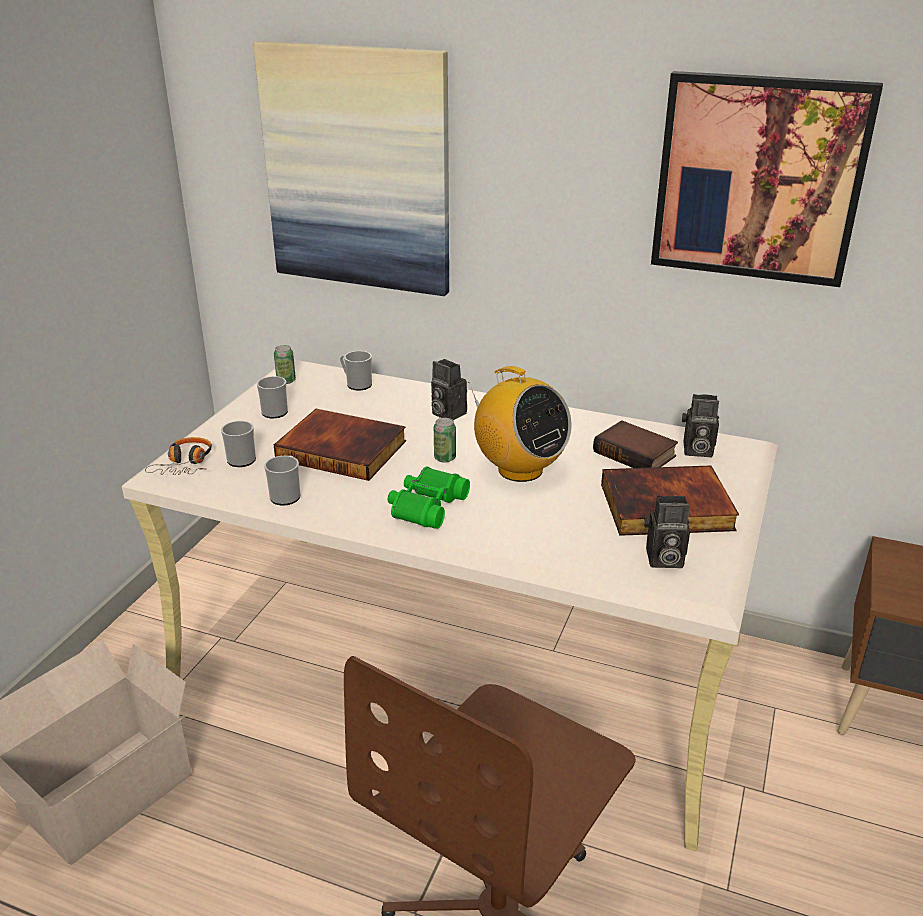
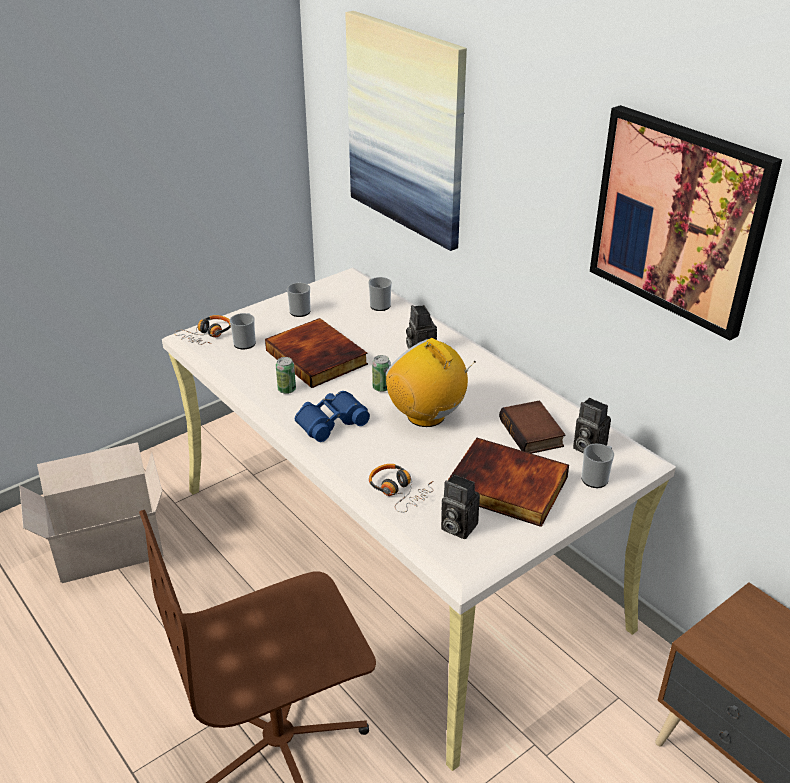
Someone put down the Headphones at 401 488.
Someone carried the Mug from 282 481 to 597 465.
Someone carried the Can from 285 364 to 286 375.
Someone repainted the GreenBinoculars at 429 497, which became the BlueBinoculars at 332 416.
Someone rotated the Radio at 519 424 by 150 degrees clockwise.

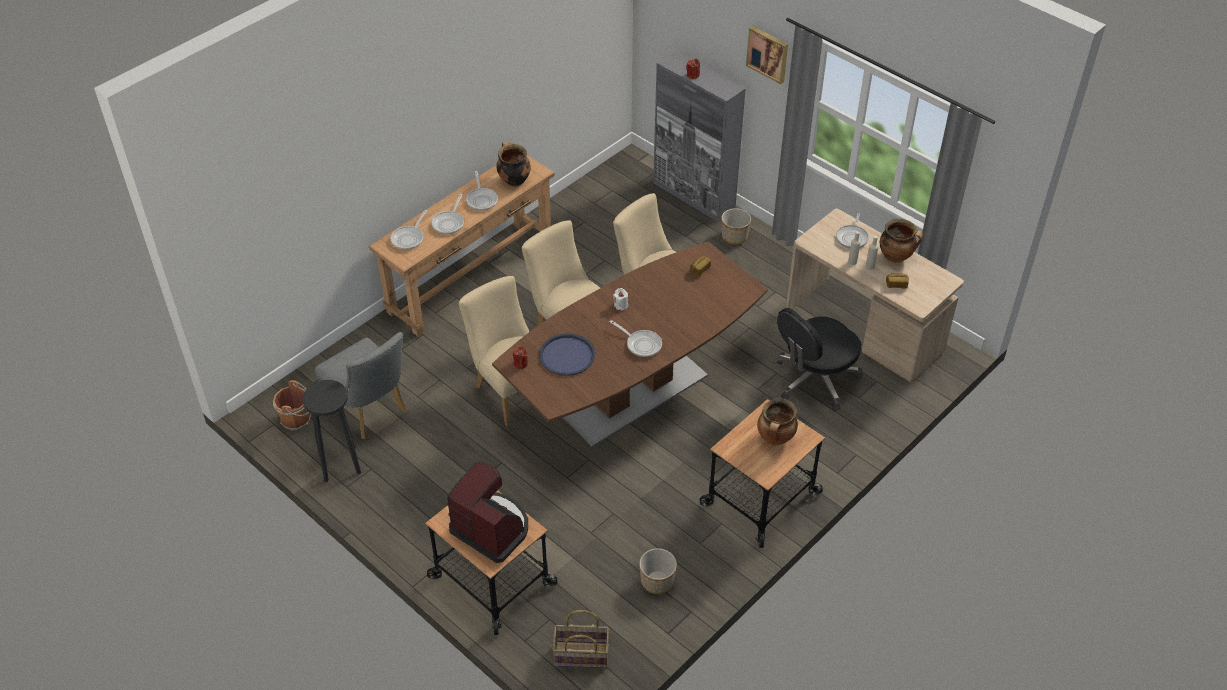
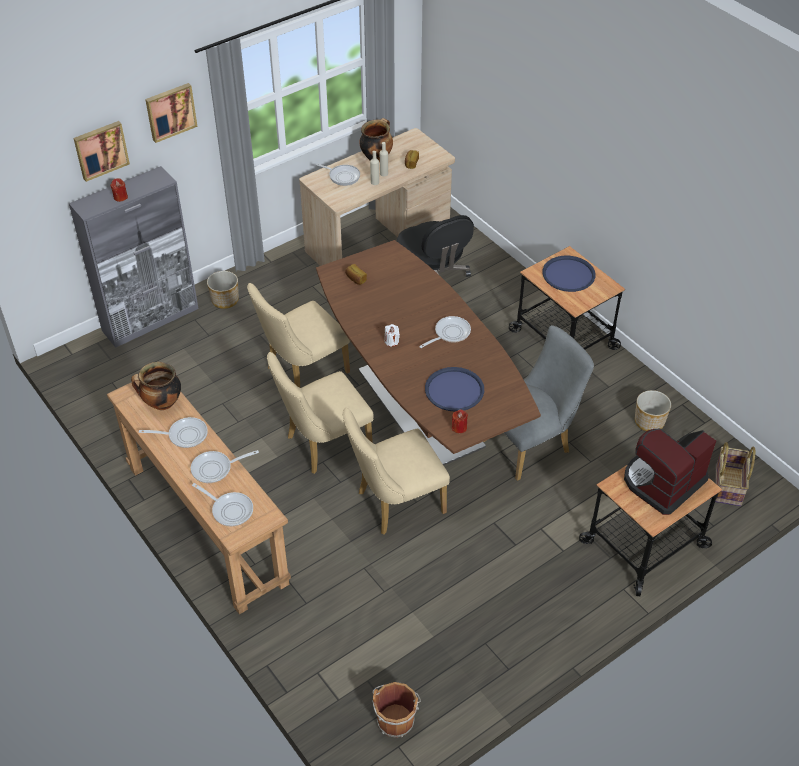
Someone took away the BlackStool at 331 431.
Someone put up the Picture at 102 151.
Someone carried the GreyChair from 361 385 to 538 403.
Someone swapped the CookingPot at 777 421 for the BlueTray at 569 274.
Someone rotated the FryingPan at 448 214 by 135 degrees clockwise.

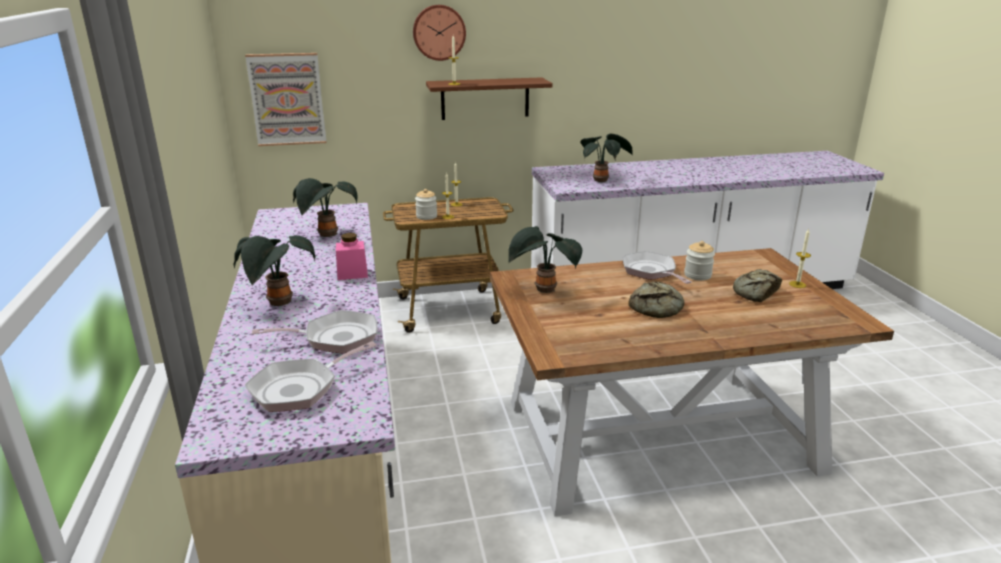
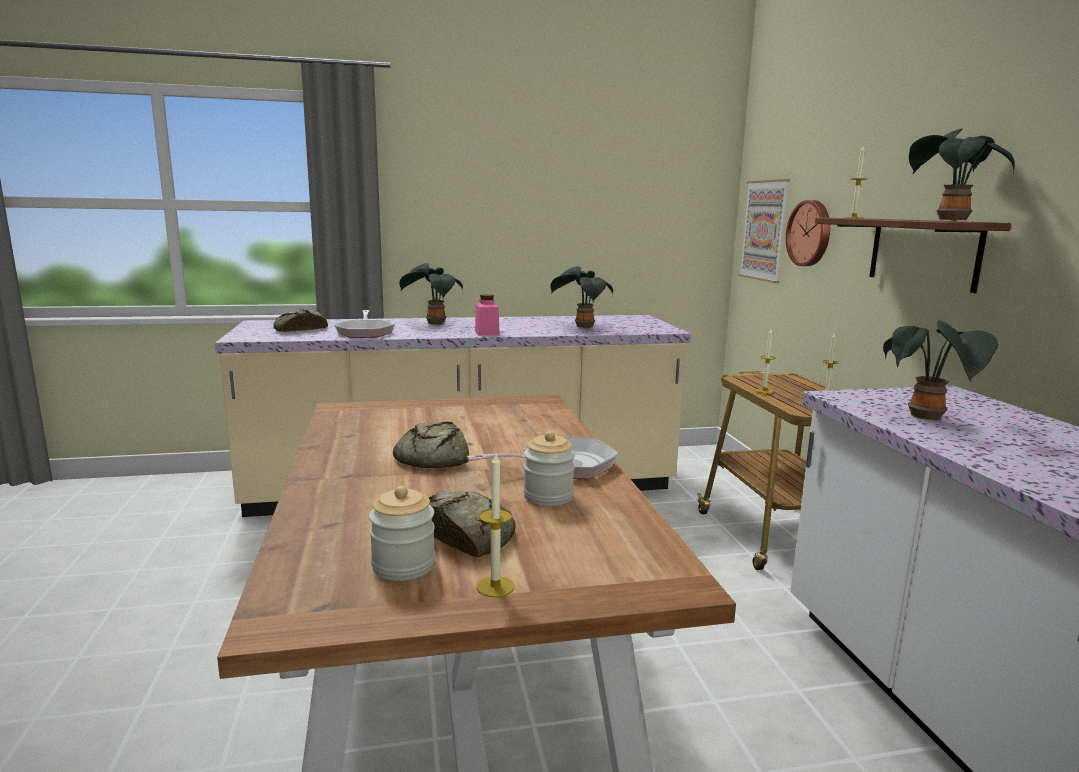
Someone carried the WallClock from 439 33 to 808 233.
Someone carried the Jar from 426 204 to 402 533.
Someone carried the PottedPlant from 545 259 to 962 174.
Someone swapped the FryingPan at 310 376 for the Bread at 300 320.

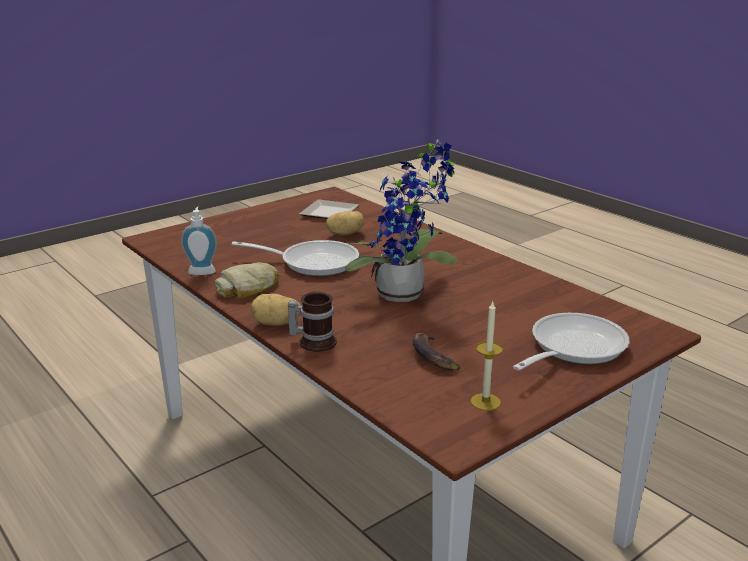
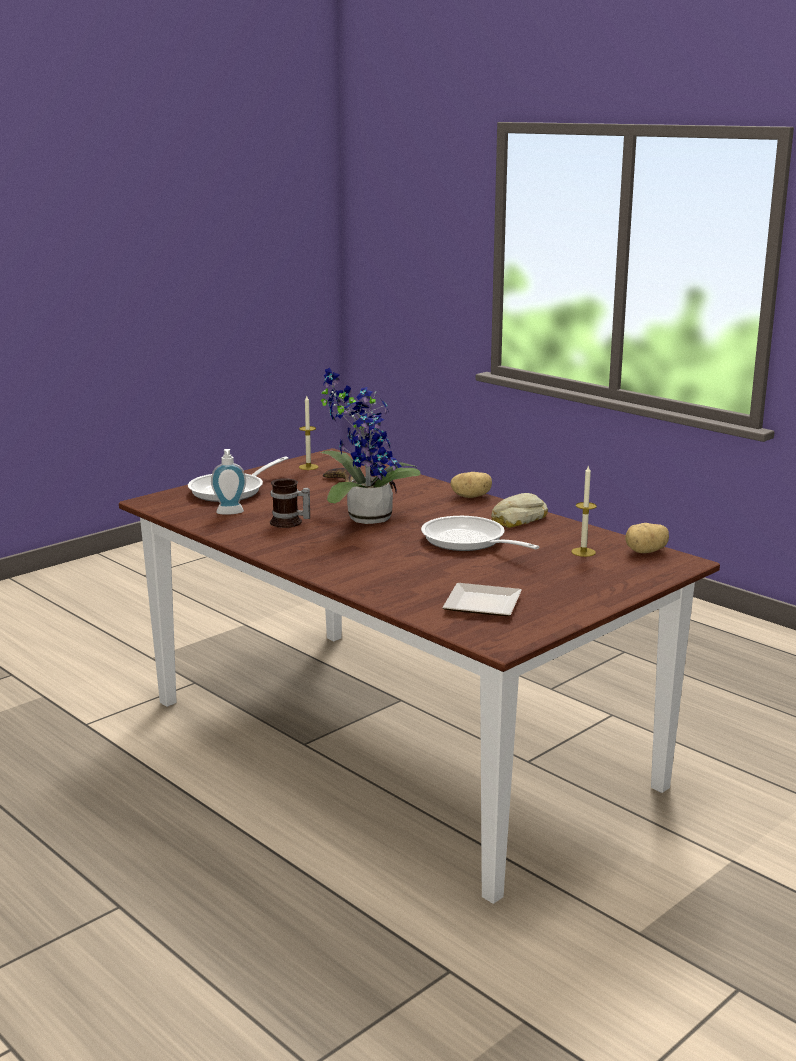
Someone put down the Candle at 584 511.
Someone carried the SoapDispenser from 199 241 to 228 482.
Someone carried the Mug from 312 322 to 290 503.
Someone carried the Potato from 345 223 to 647 538.
Someone rotated the FryingPan at 295 258 by 45 degrees clockwise.

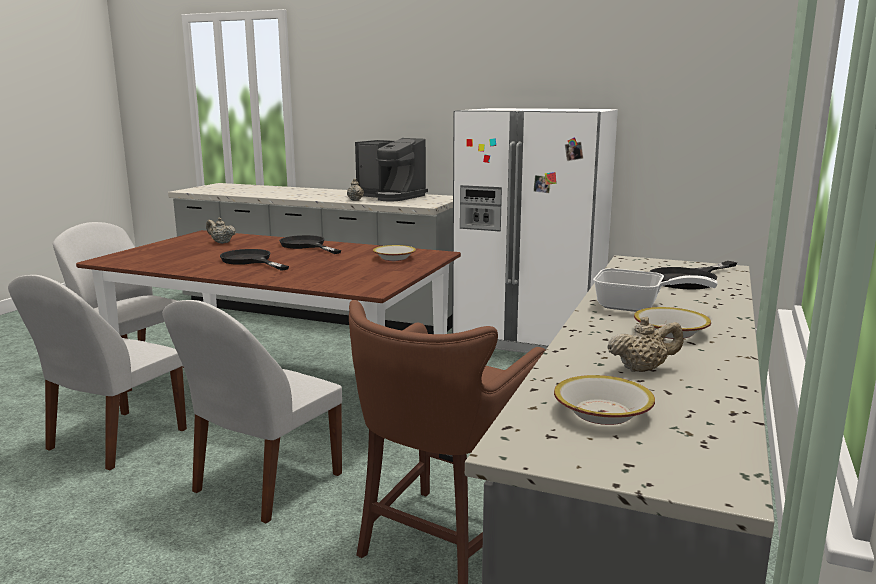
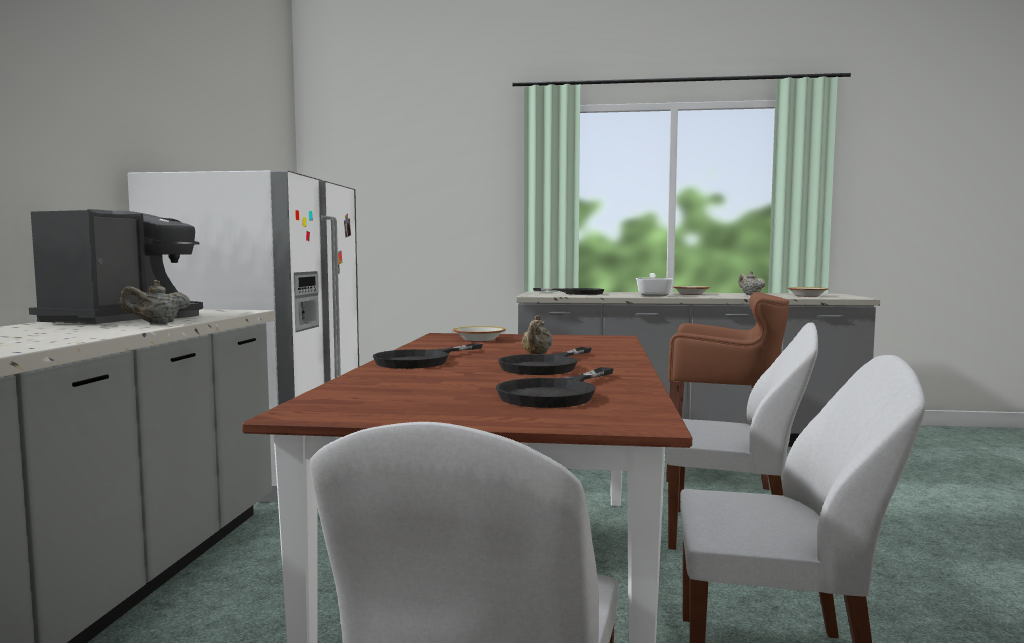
Someone put down the BlackFryingPan at 555 387.
Someone carried the BeigeTeapot from 221 231 to 537 334.

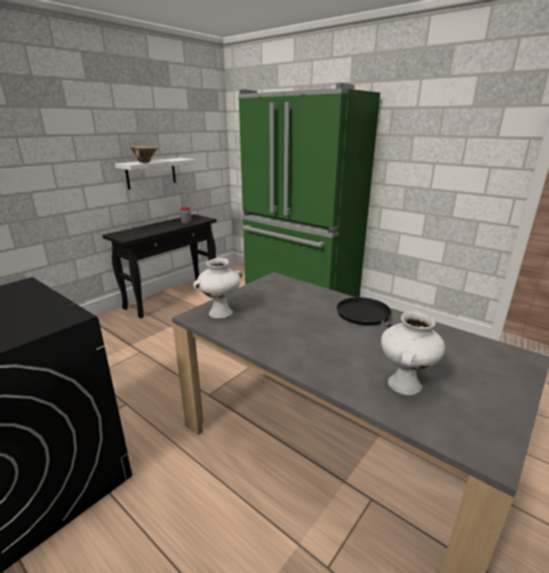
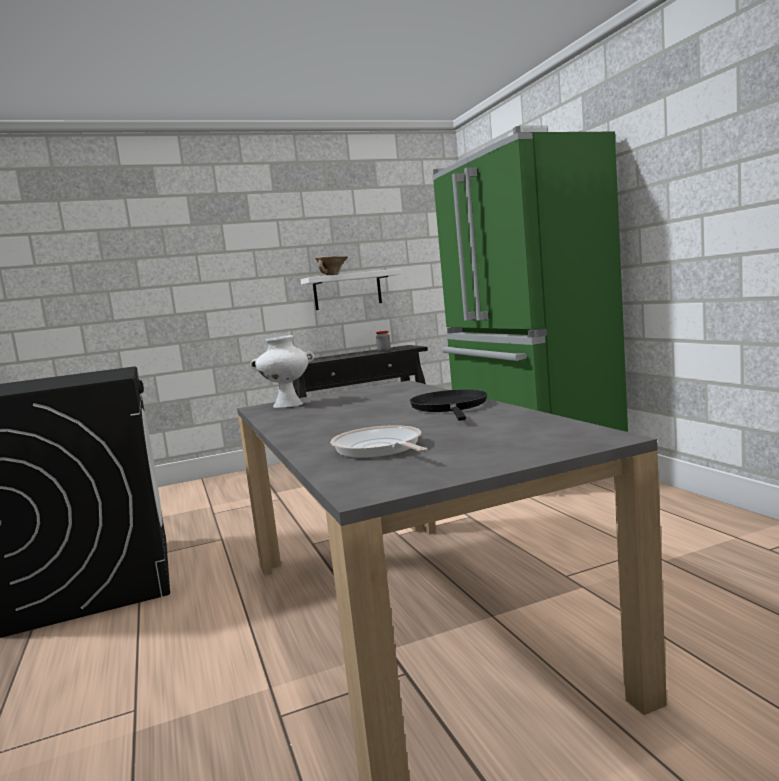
Someone swapped the WhiteVase at 413 353 for the FryingPan at 378 441.

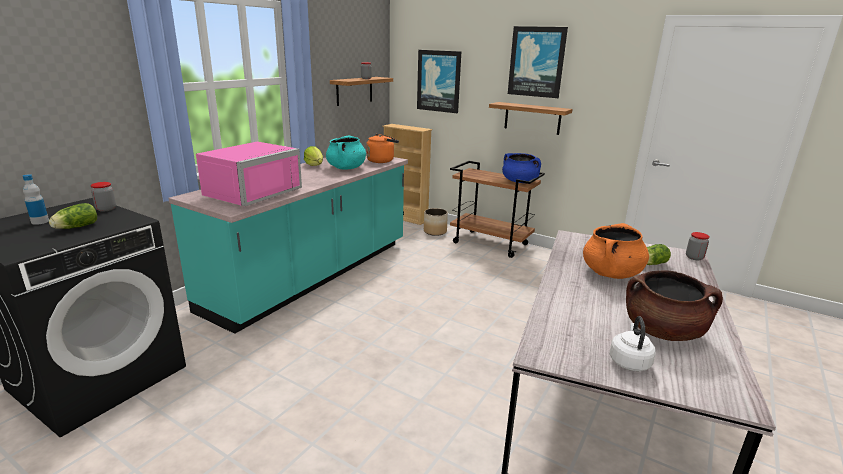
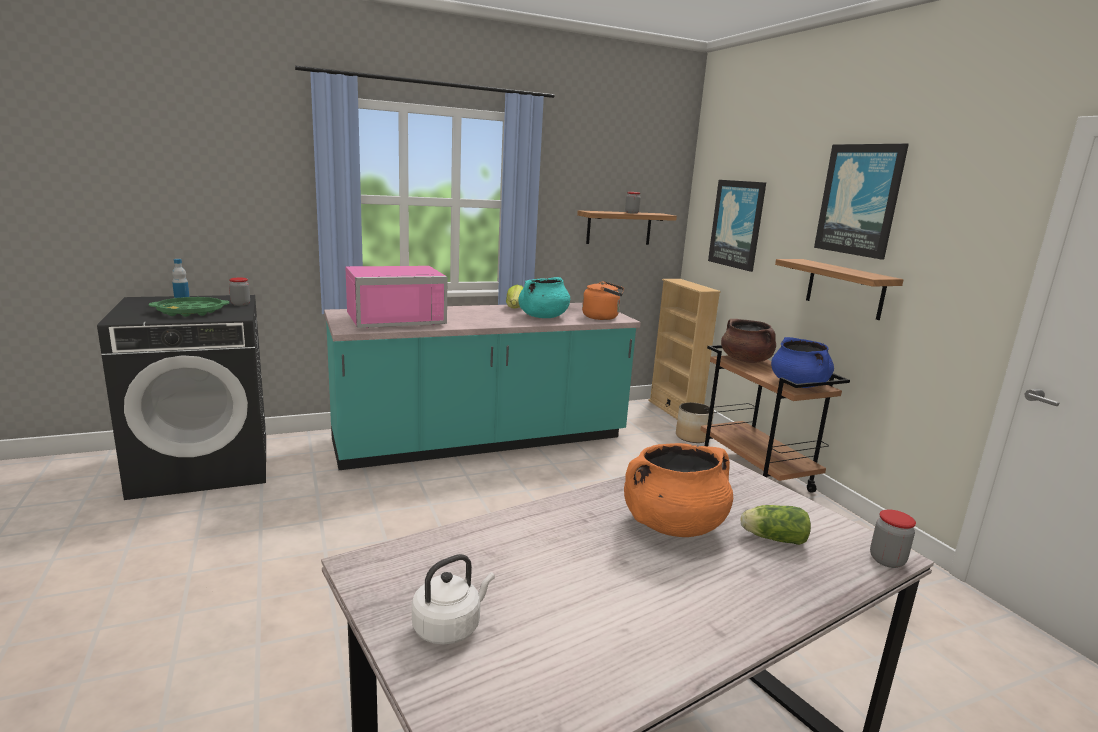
Someone carried the BrownCookingPot from 674 305 to 748 341.
Someone swapped the Lettuce at 73 216 for the GreenTray at 189 307.

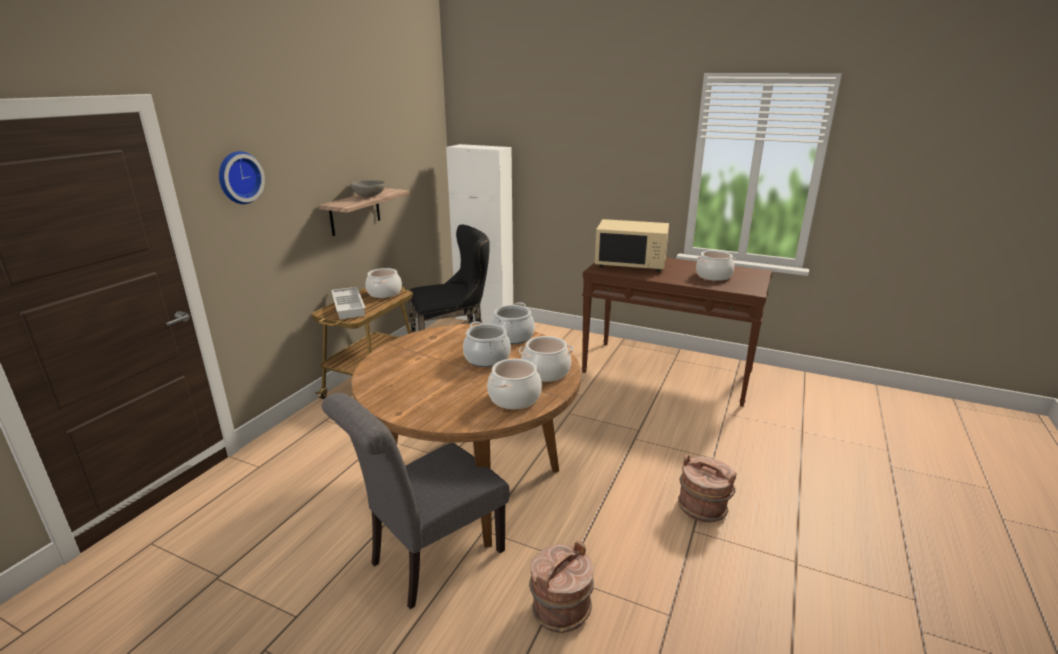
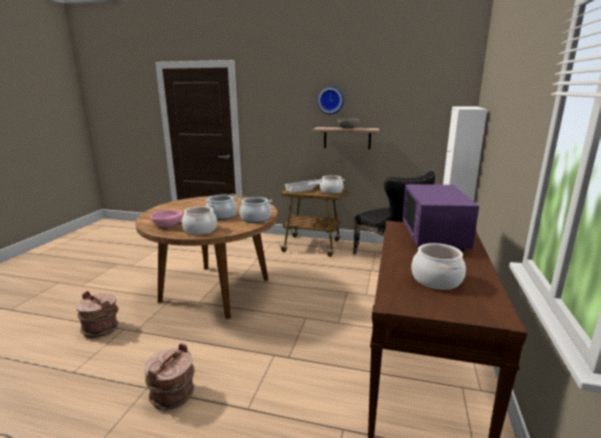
Someone took away the GreyChair at 416 501.
Someone carried the WallClock from 242 177 to 330 100.
Someone swapped the CookingPot at 514 384 for the PinkBowl at 166 218.
Someone repainted the BeigeMicrowave at 632 245, which became the PurpleMicrowave at 441 218.

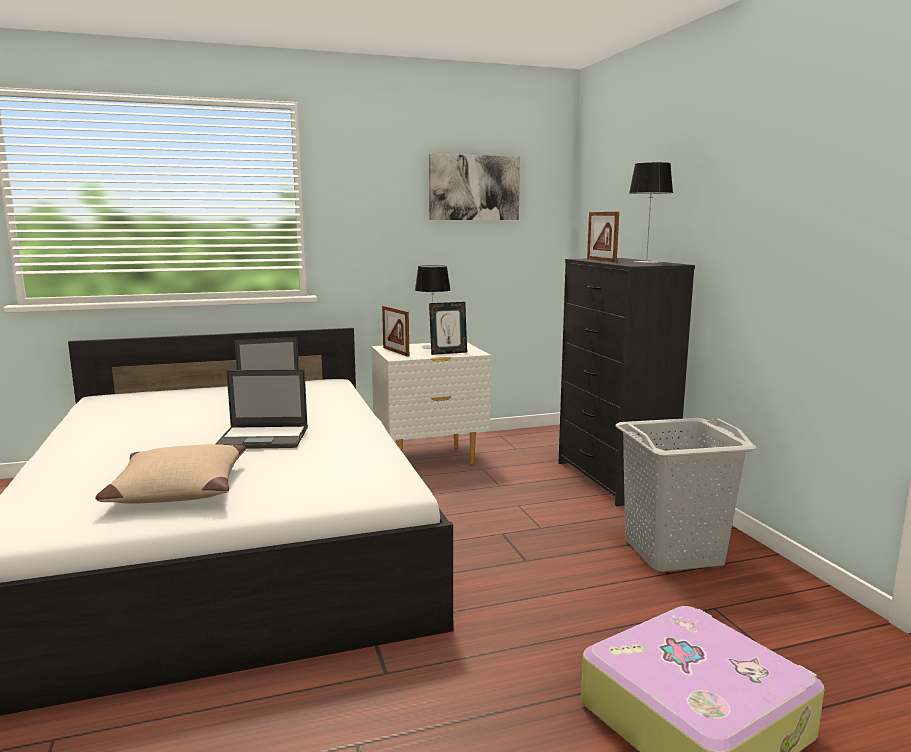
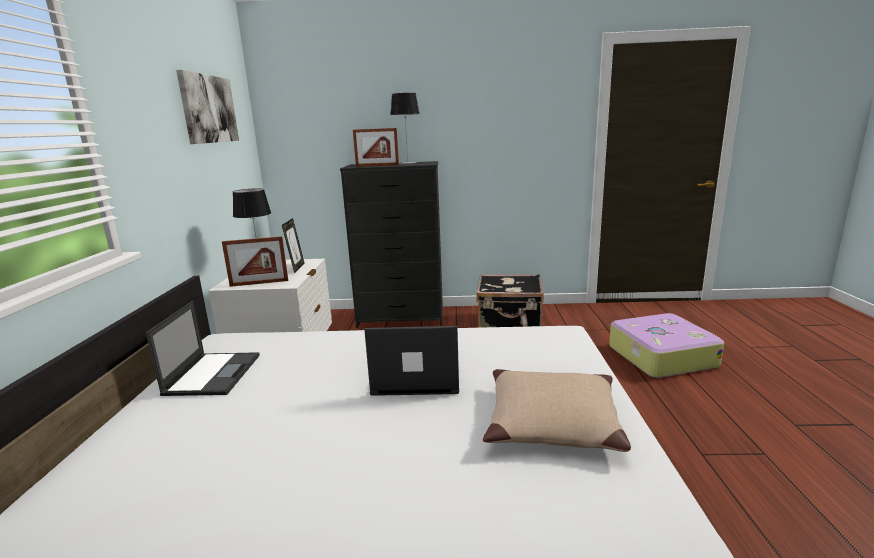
Someone swapped the GreyLaundryBasket at 686 495 for the BlackSuitcase at 510 301.
Someone rotated the Laptop at 261 409 by 105 degrees counterclockwise.

